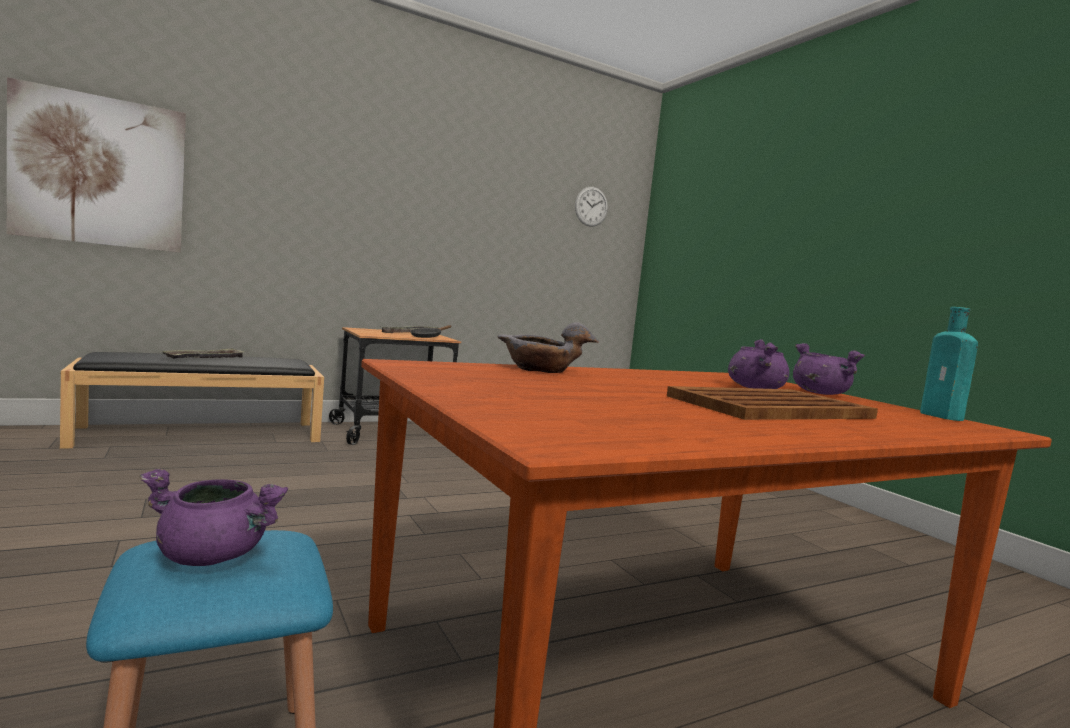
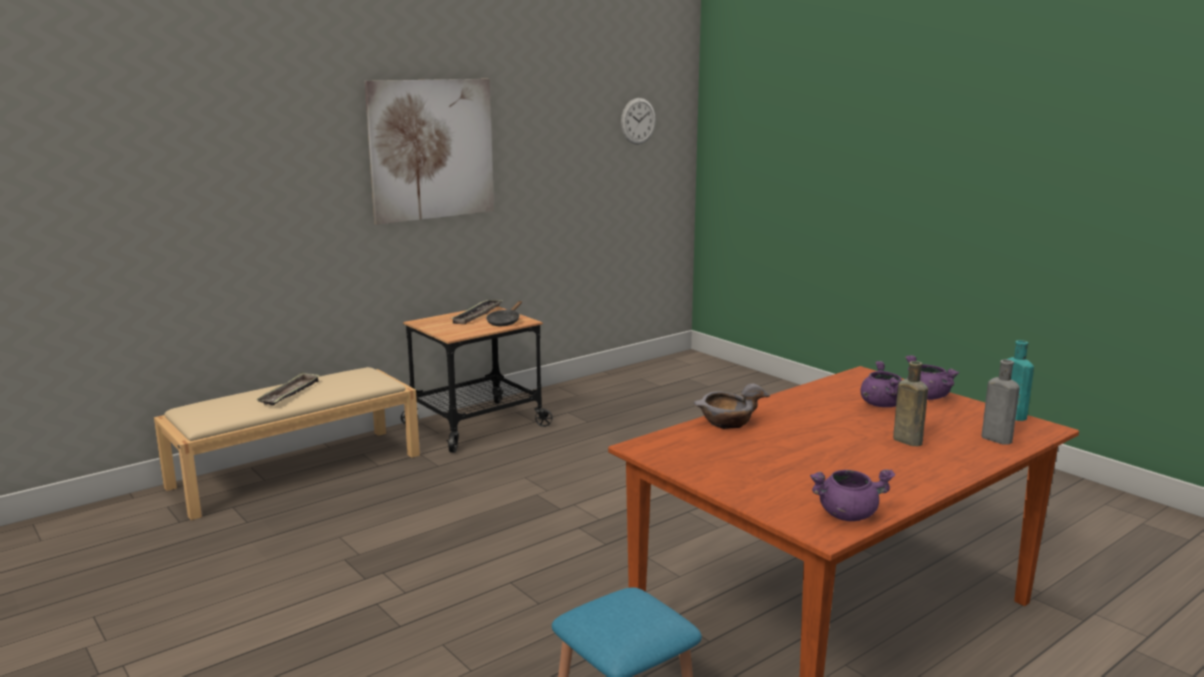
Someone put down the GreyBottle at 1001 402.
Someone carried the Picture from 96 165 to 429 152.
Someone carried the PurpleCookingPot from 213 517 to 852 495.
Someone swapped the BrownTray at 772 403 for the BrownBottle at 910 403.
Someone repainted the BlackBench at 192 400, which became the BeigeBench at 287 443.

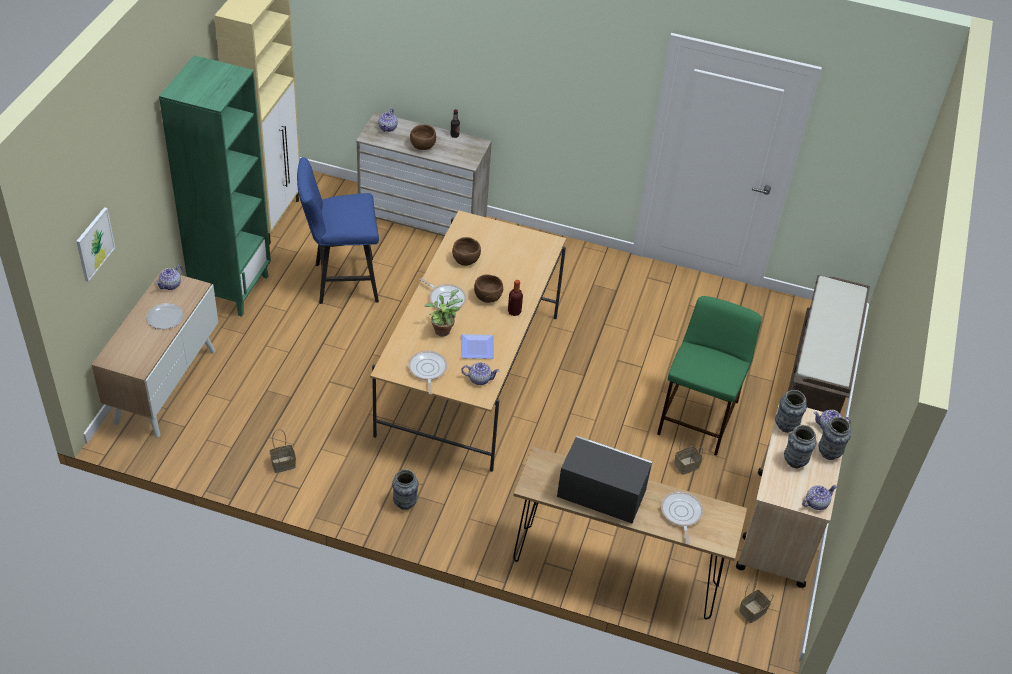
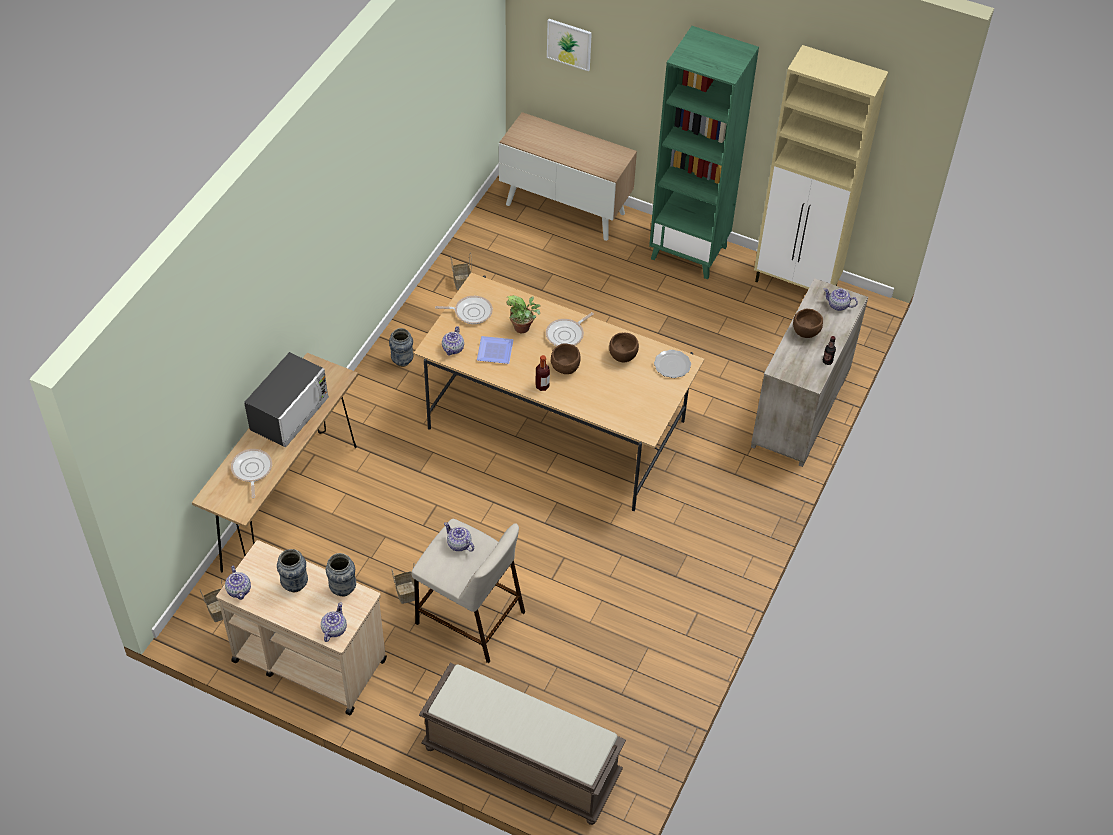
Someone took away the BlueStool at 338 230.
Someone took away the Vase at 835 438.
Someone carried the Plate from 165 316 to 672 364.
Someone carried the Teapot from 169 277 to 459 537.
Someone repainted the GreenStool at 709 376, which became the BeigeStool at 468 591.
Someone rotated the FryingPan at 682 517 by 105 degrees counterclockwise.

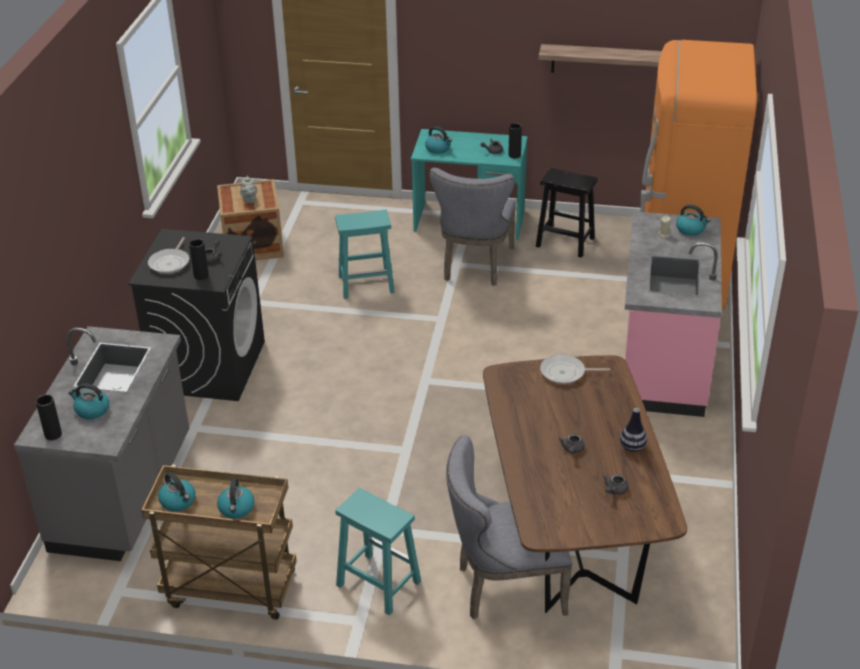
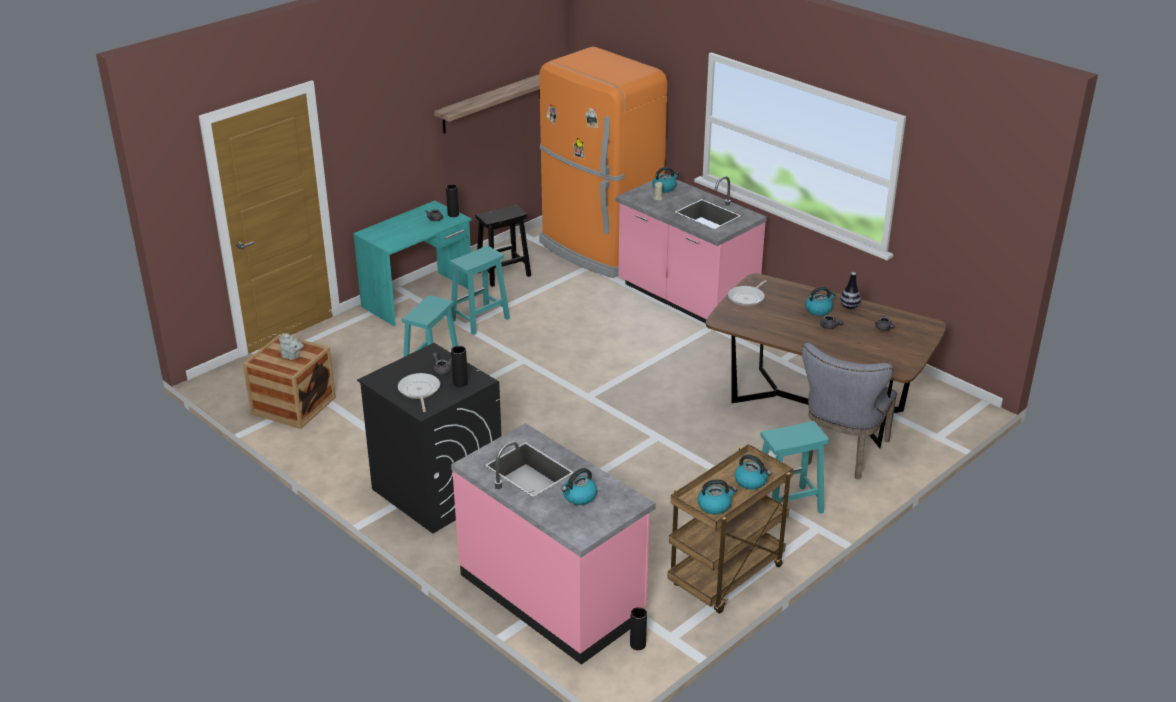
Someone carried the BlackVase from 49 417 to 638 628.
Someone carried the Kettle from 438 140 to 820 301.
Someone swapped the GreyChair at 472 227 for the TurquoiseStool at 480 290.
Someone repainted the GreyCounter at 101 443, which became the PinkCounter at 553 544.
Someone rotated the FryingPan at 168 255 by 150 degrees counterclockwise.

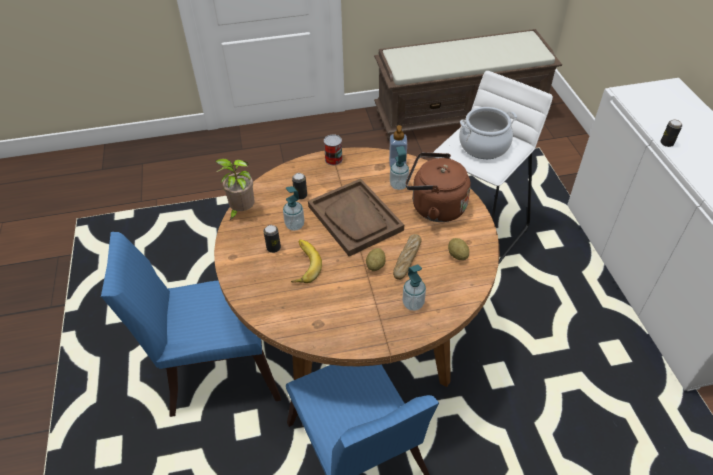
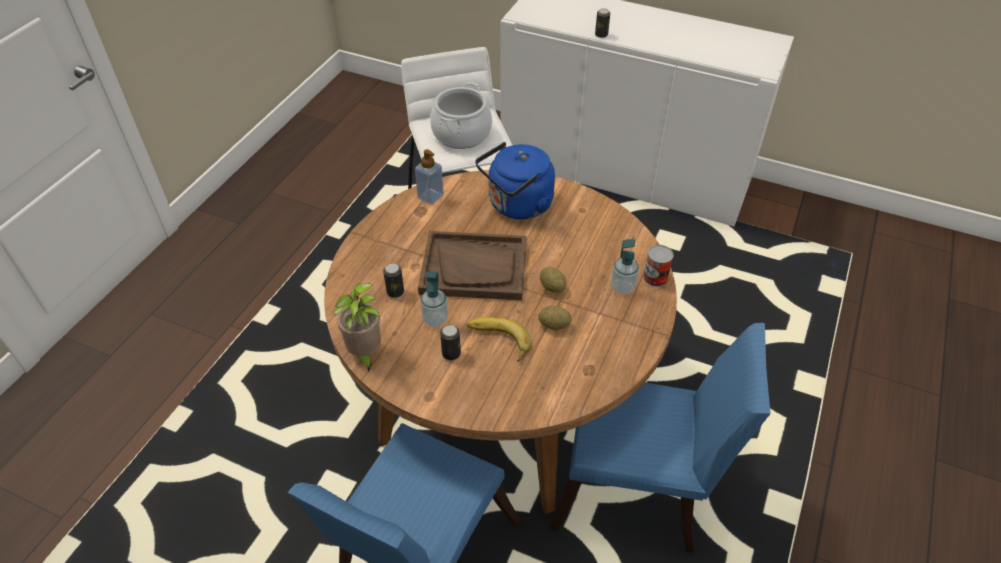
Someone took away the BrownBench at 468 85.
Someone took away the SoapDispenser at 399 168.
Someone took away the Bread at 407 257.
Someone carried the Can from 333 149 to 658 266.
Someone carried the Potato from 458 249 to 554 318.
Someone repainted the BrownKettle at 438 187, which became the BlueKettle at 515 181.

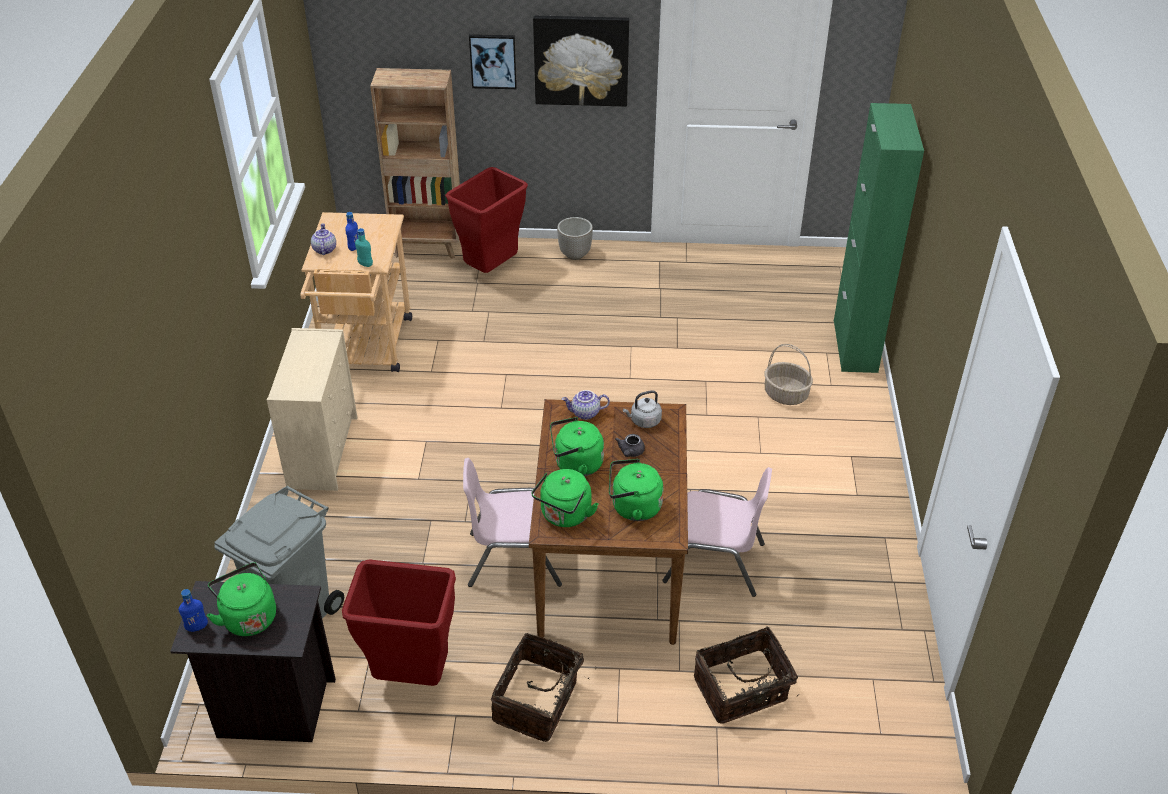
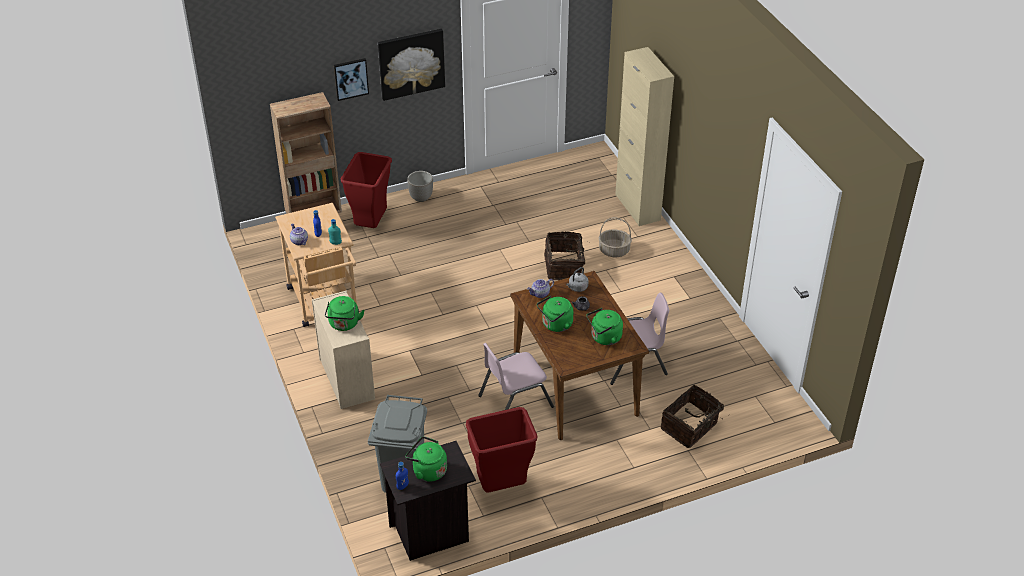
Someone carried the Basket from 543 687 to 564 255.
Someone carried the GreenKettle from 564 498 to 345 313.
Someone repainted the GreenCabinet at 879 238, which became the BeigeCabinet at 644 136.

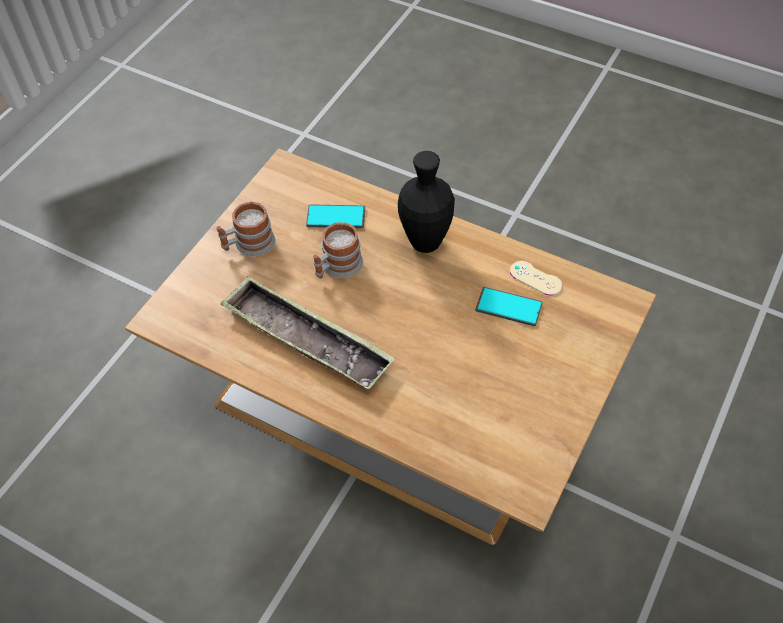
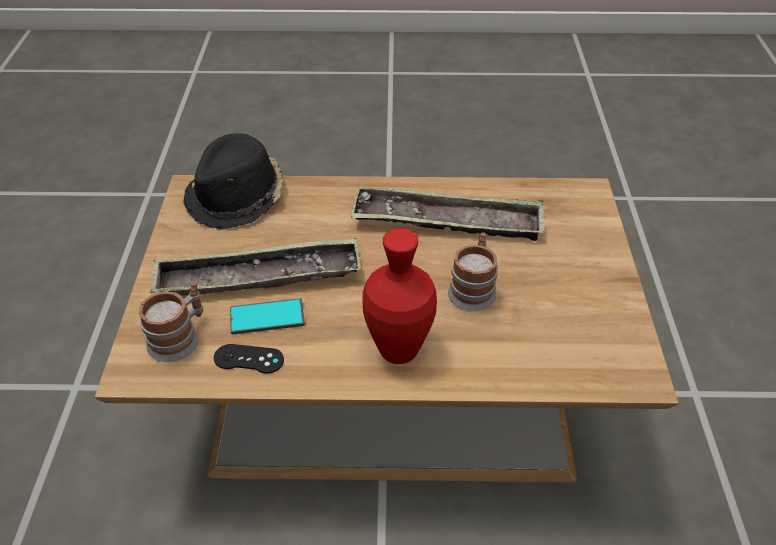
Someone took away the Phone at 335 216.
Someone put down the Tray at 255 267.
Someone put down the BlackHat at 233 181.
Someone carried the Mug from 245 229 to 171 322.
Someone repainted the BlackVase at 426 202, which became the RedVase at 399 296.
Someone repainted the BeigeGameController at 536 278, which became the BlackGameController at 249 359.

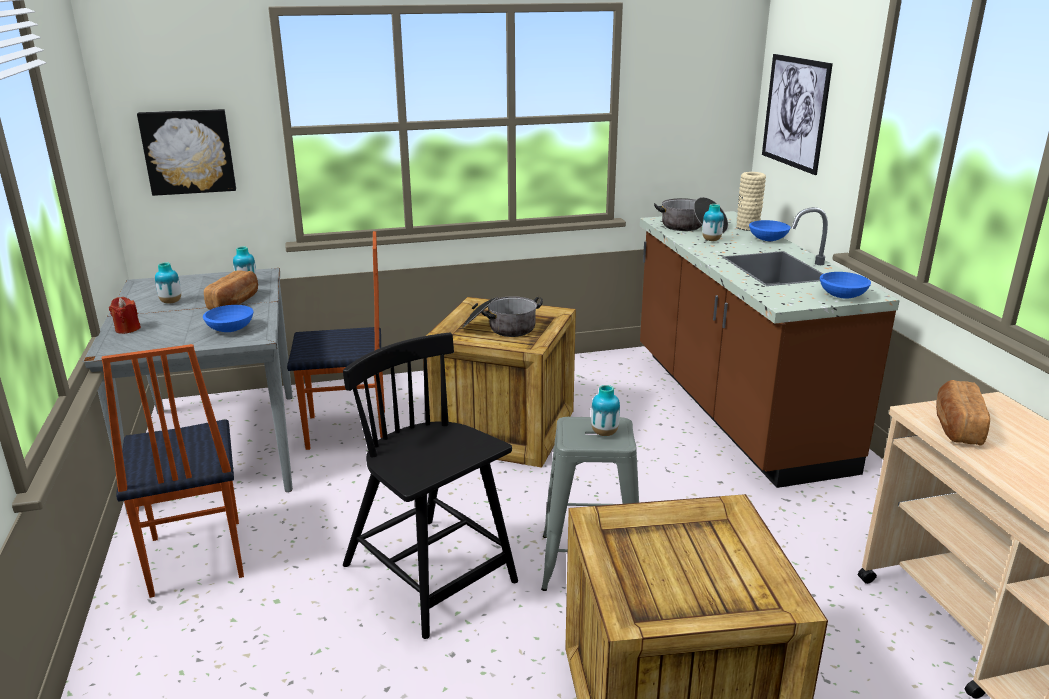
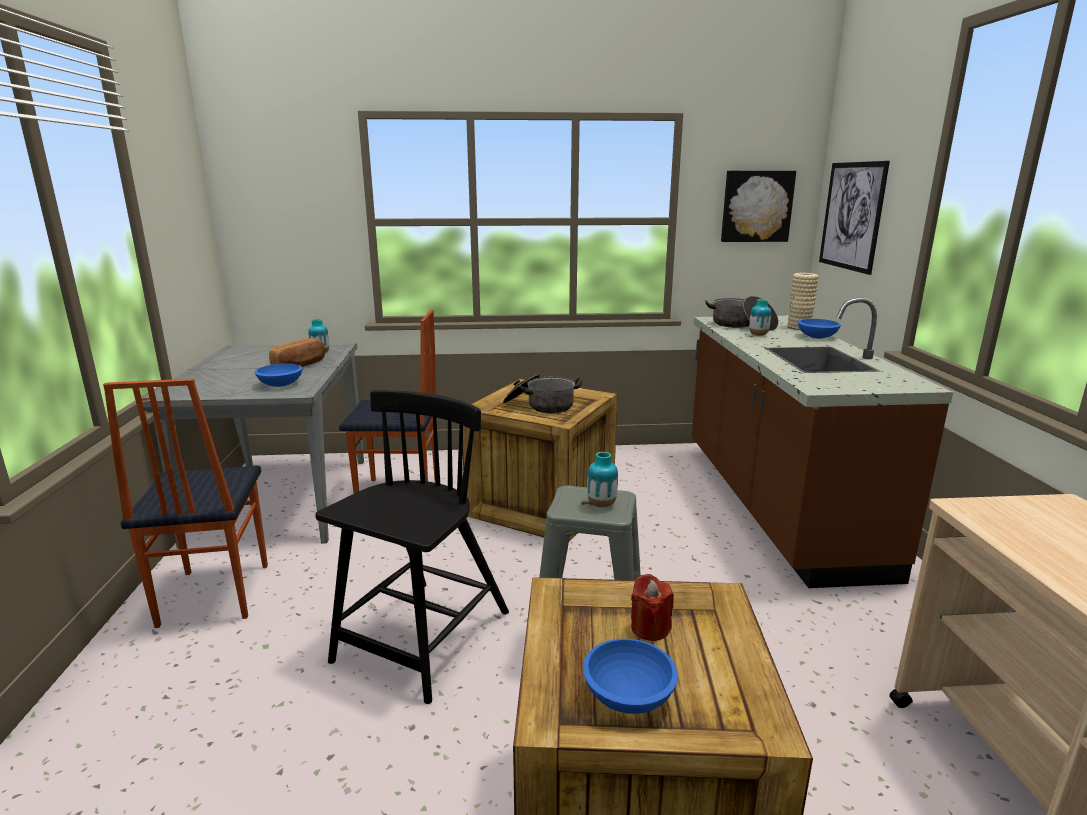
Someone took away the Vase at 168 283.
Someone took away the Bread at 963 413.
Someone carried the RedCandle from 125 315 to 652 607.
Someone carried the Picture from 186 152 to 758 206.
Someone carried the BlueBowl from 845 285 to 630 676.
Someone rotated the BlackChair at 430 486 by 60 degrees clockwise.

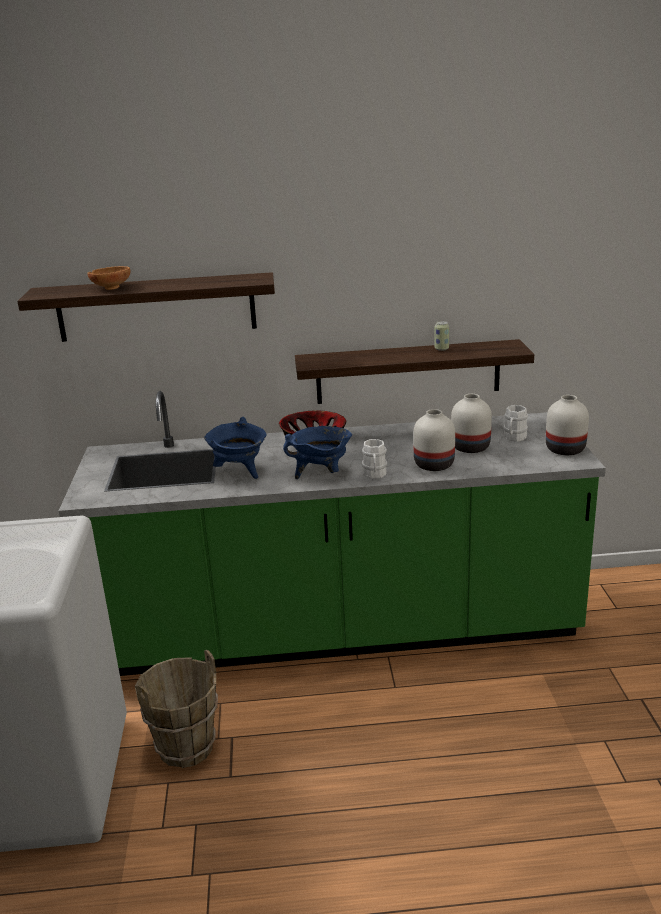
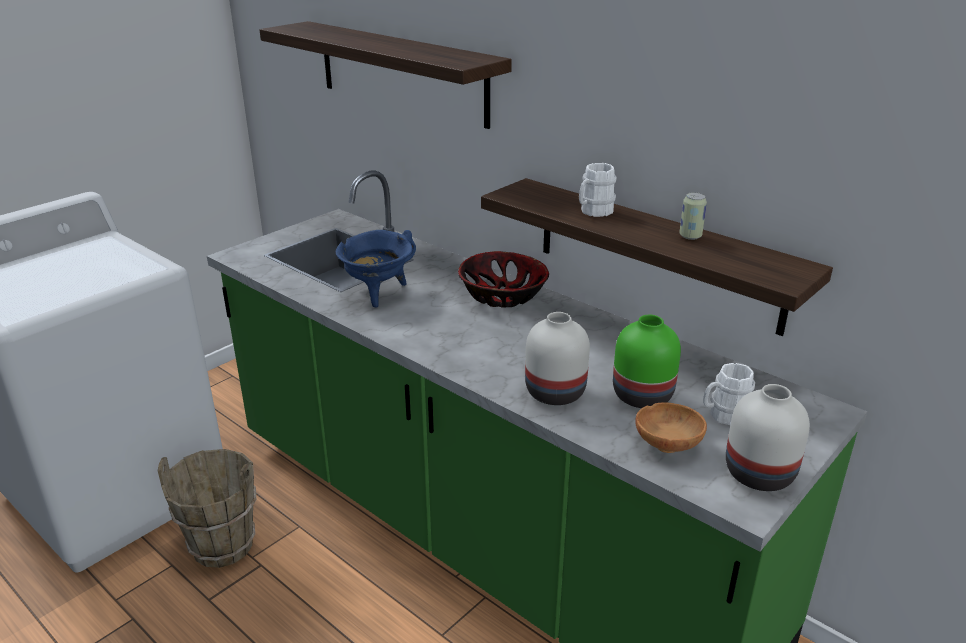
Someone took away the BlueCookingPot at 317 452.
Someone carried the BrownBowl from 108 278 to 671 427.
Someone carried the WhiteMug from 374 458 to 598 190.
Someone repainted the WhiteVase at 471 423, which became the GreenVase at 647 361.

